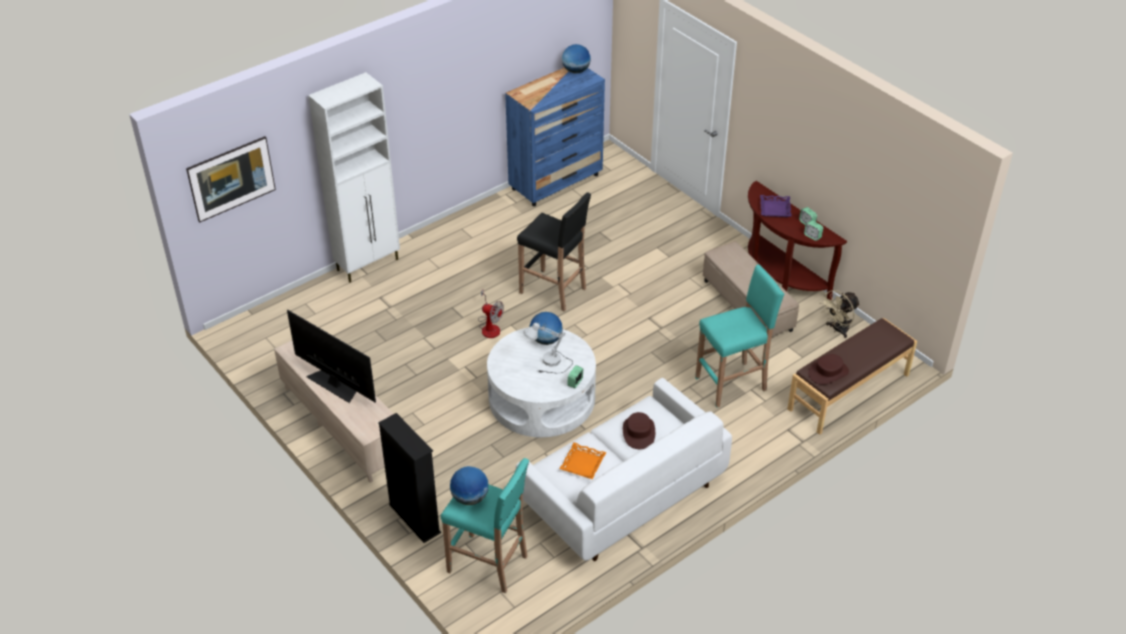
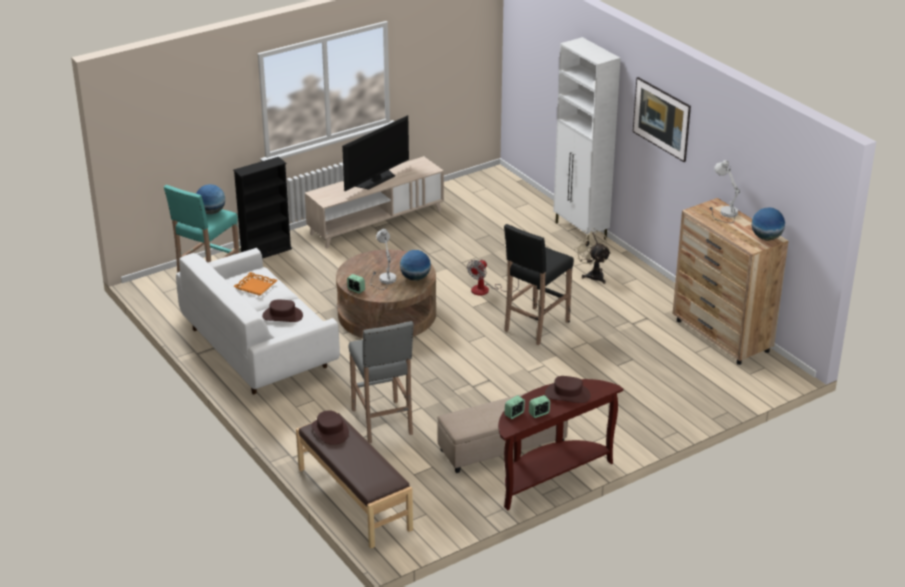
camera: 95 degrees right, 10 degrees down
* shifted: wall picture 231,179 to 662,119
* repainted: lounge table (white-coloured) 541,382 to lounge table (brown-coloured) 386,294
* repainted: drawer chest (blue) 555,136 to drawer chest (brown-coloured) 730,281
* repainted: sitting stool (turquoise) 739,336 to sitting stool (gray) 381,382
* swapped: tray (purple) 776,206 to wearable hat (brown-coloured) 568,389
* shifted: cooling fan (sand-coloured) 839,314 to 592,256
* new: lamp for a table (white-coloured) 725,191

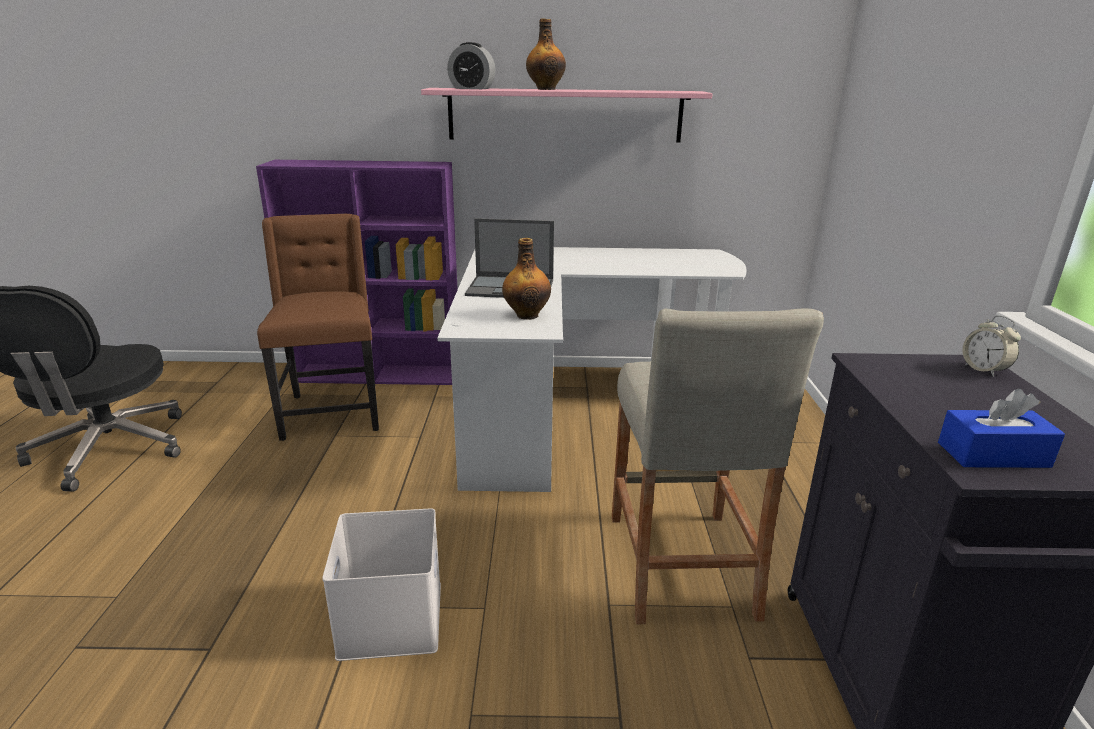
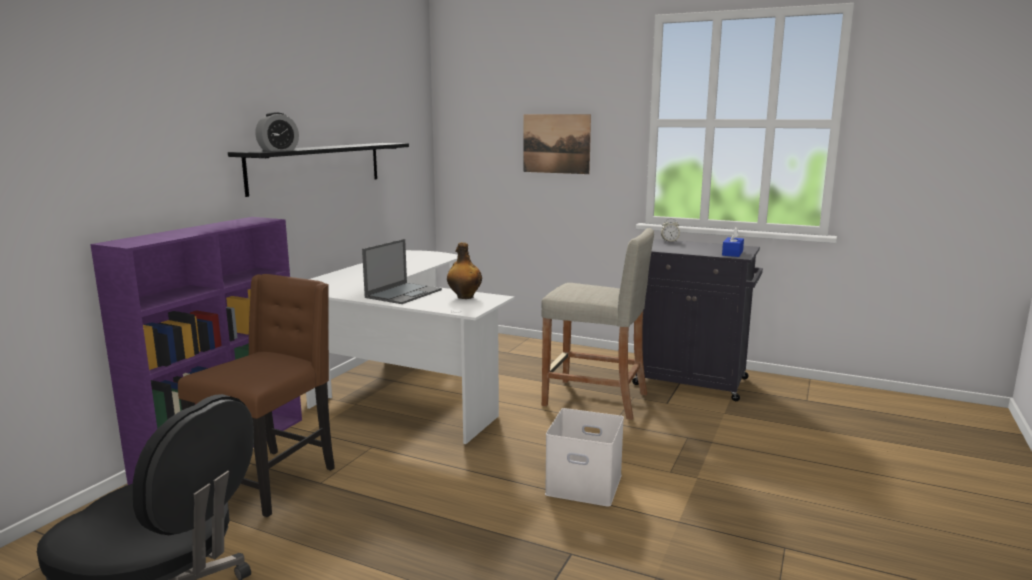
camera: 65 degrees left, 10 degrees down
* rotated: plain chair (brown-coloured) 318,327 = 256,395 105 degrees clockwise
* repainted: bracket shelf (pink) 566,115 to bracket shelf (black) 318,170
* gone: beverage bottle 546,54
* new: wall picture 557,144

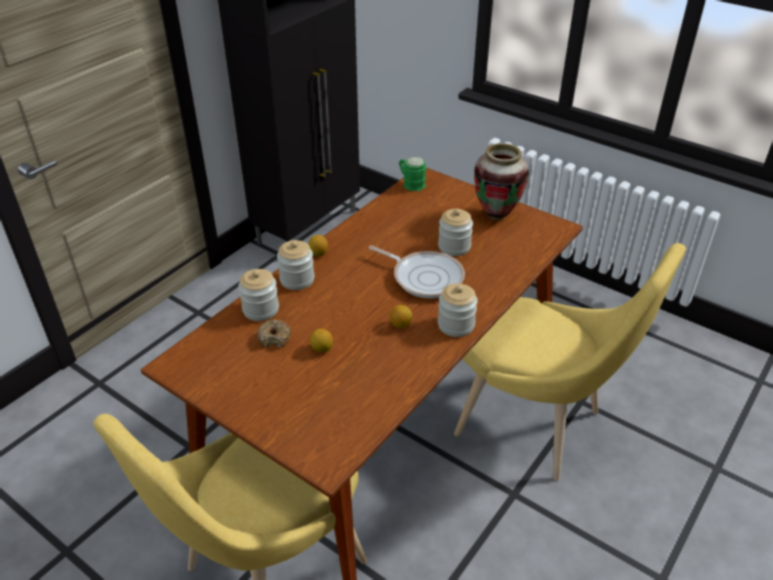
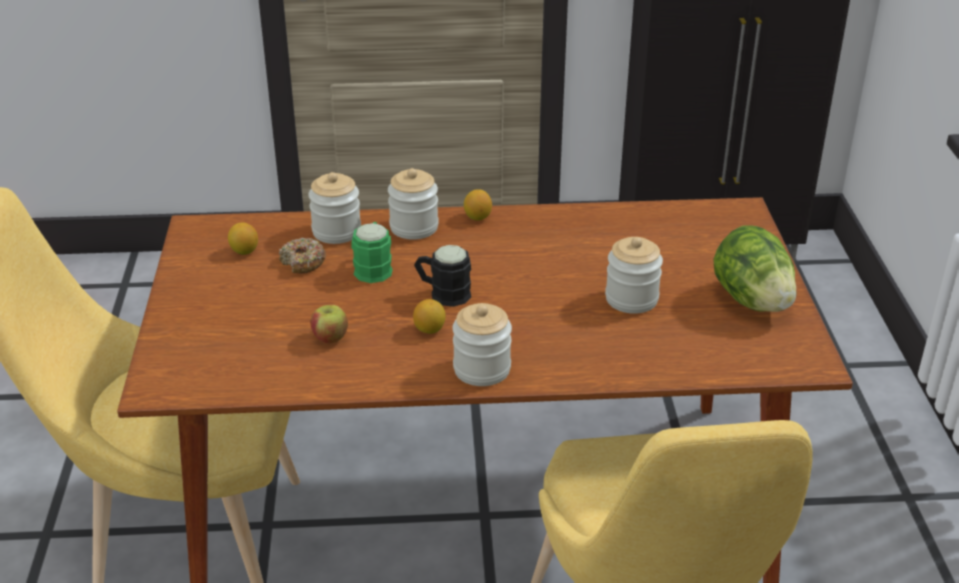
camera: 50 degrees right, 5 degrees down
* shifted: whole lemon 321,341 to 243,238
* gone: skillet 417,271
* shifted: tea mug (green) 412,174 to 372,252
* swapped: decorative vase 501,181 to lettuce head 755,268
* new: apple fruit 329,324
* new: tea mug (black) 442,276

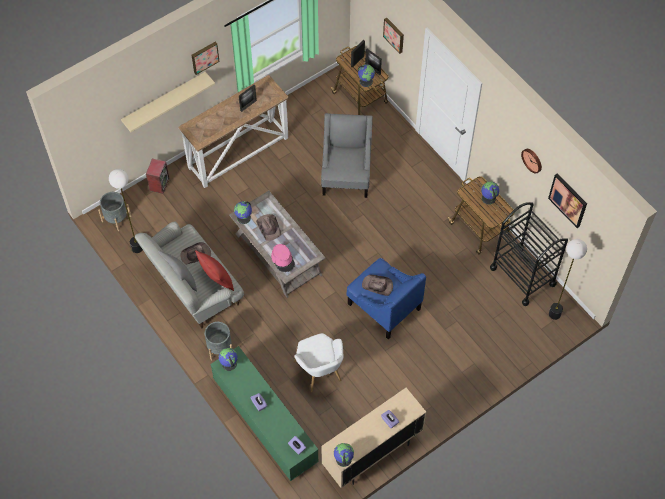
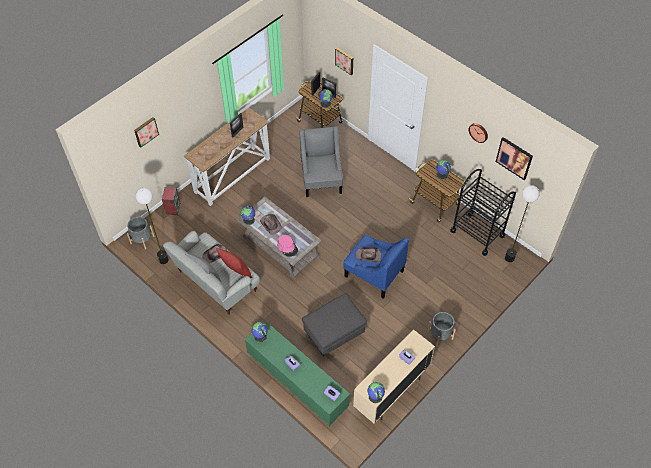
camera: 10 degrees left, 5 degrees down
* gone: bracket shelf (sand-coloured) 168,102
* shifted: wall picture 206,58 to 146,132
* shifted: planter (gray) 218,341 to 442,329
* swapped: easy chair (white-coloured) 318,362 to ottoman (gray) 334,324

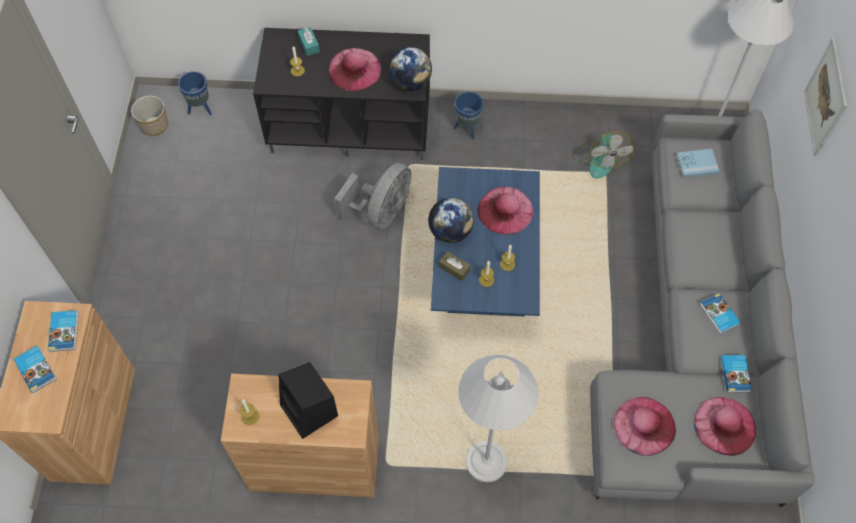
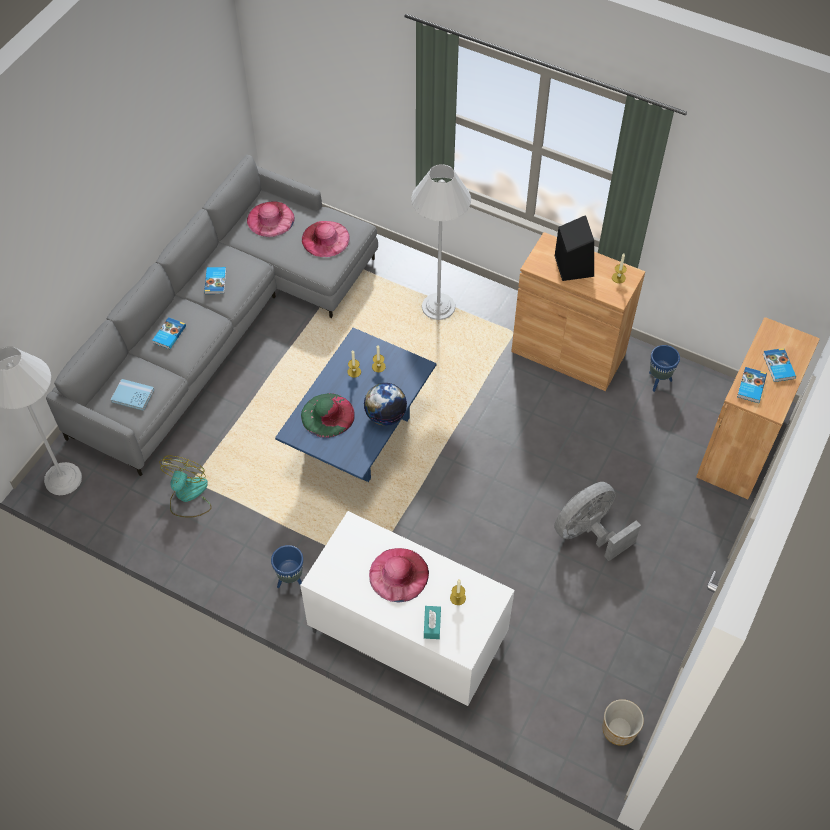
camera: 155 degrees left, 5 degrees down
* shifted: planter (blue) 195,93 to 664,368
* repainted: tv stand (black) 341,94 to tv stand (white-coloured) 407,610
* shifted: cooling fan (gray) 373,196 to 597,521
* gone: desk globe 410,69
* gone: box of tissues (brown-coloured) 454,266
* repainted: wearable hat (pink) 505,210 to wearable hat (green) 328,415
* shifted: bound book 736,374 to 169,333
* gone: wall picture 825,97

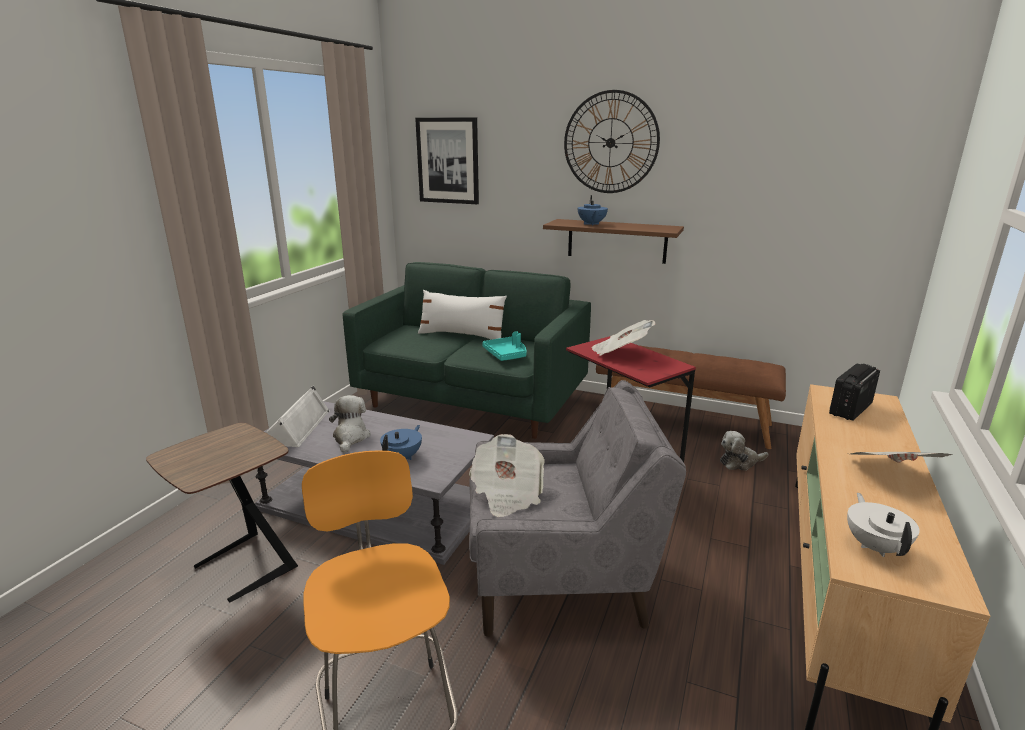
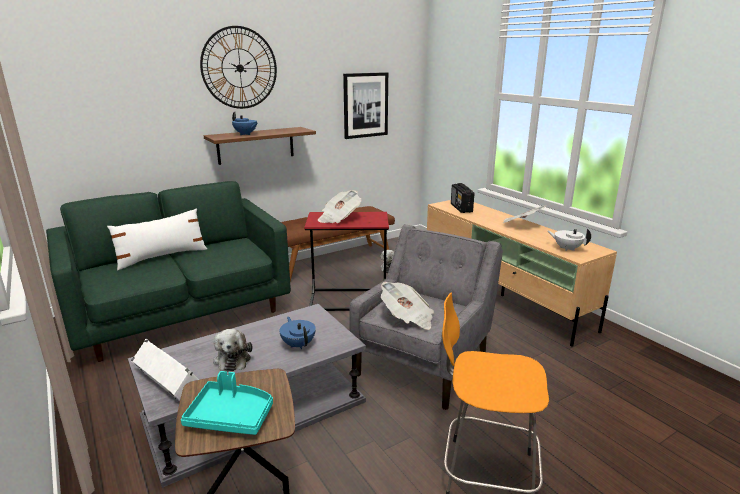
camera: 55 degrees left, 0 degrees up
* rotated: plush toy 350,424 = 232,350 135 degrees counterclockwise
* shifted: wall picture 447,160 to 365,105
* shifted: tray (turquoise) 504,346 to 227,403

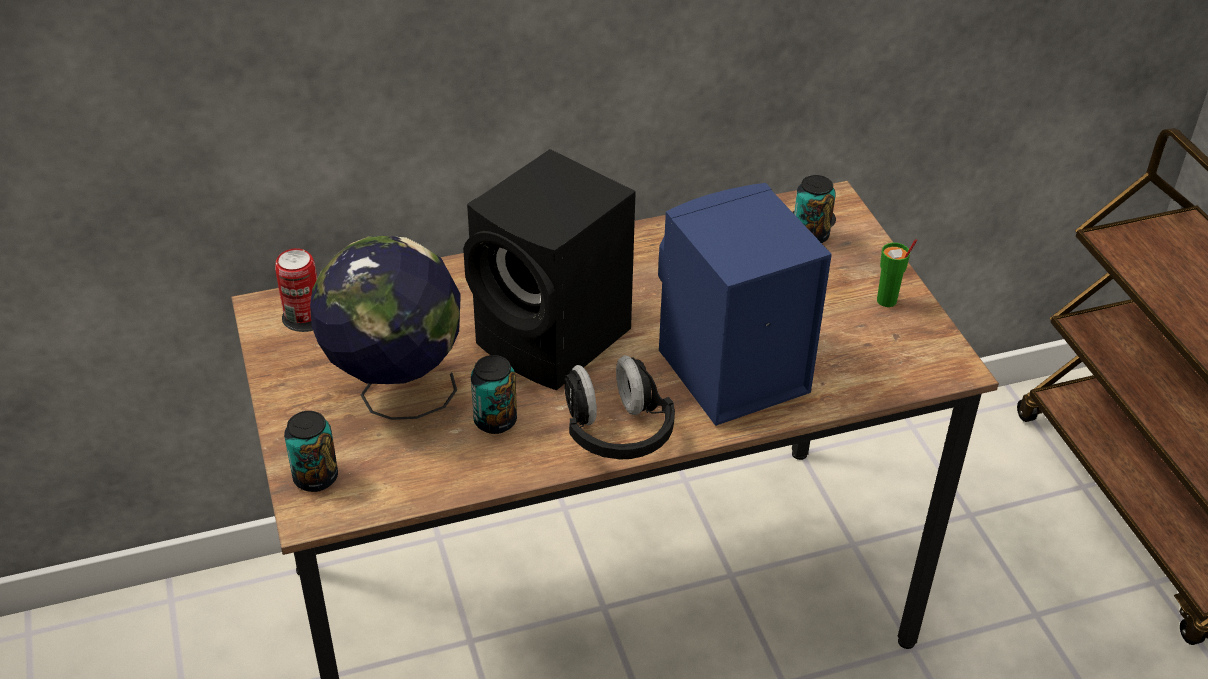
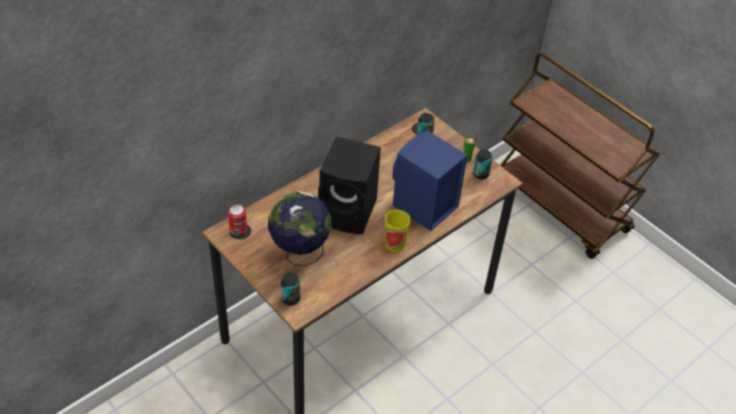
camera: 25 degrees left, 5 degrees up
* shifted: metal can 494,394 to 483,164
* swapped: pair of headphones (black) 619,407 to small cup 397,231

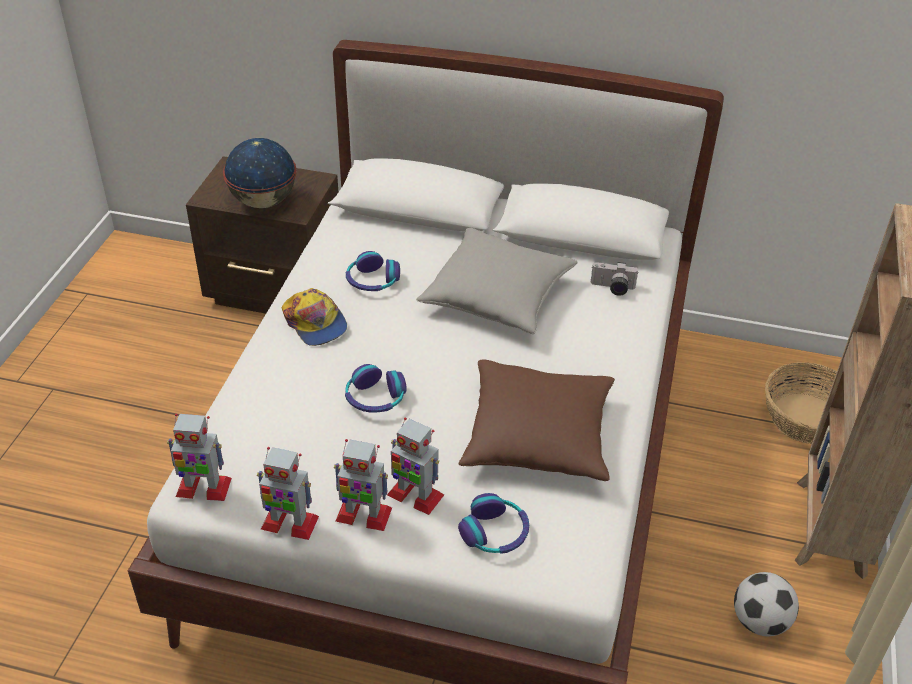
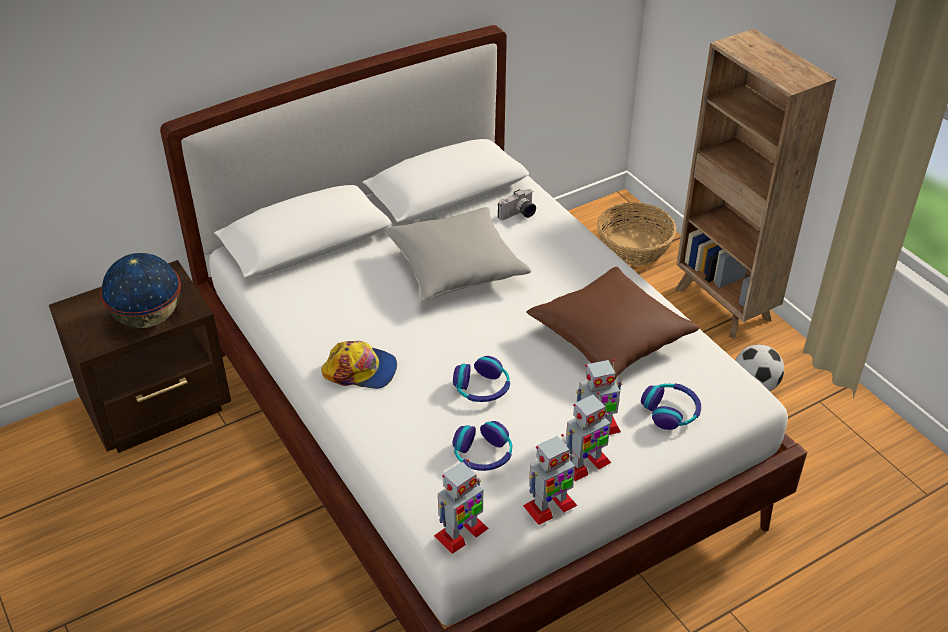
camera: 45 degrees left, 0 degrees up
* shifted: pair of headphones 373,271 to 482,446

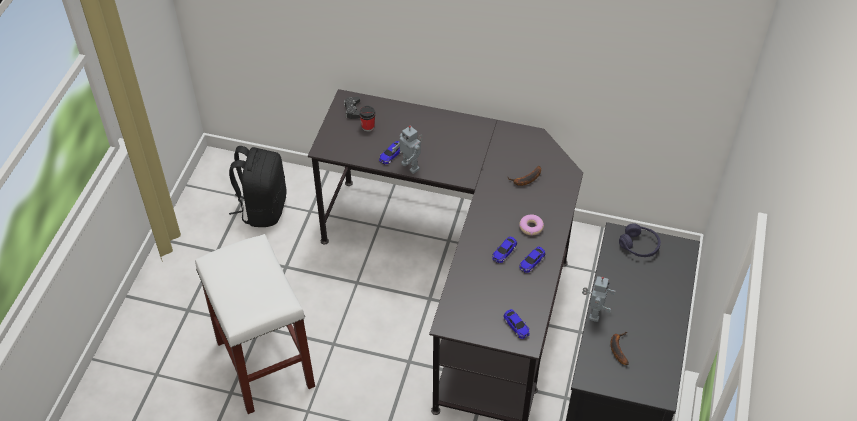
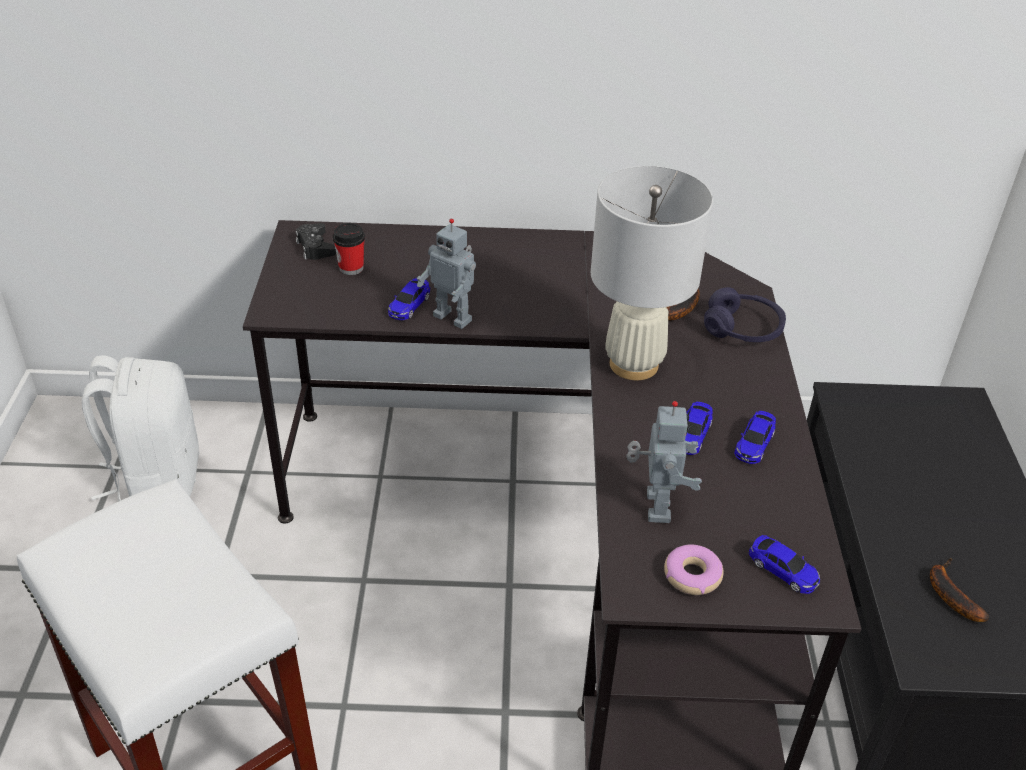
camera: 15 degrees left, 10 degrees down
* repainted: backpack (black) 257,186 to backpack (white-coloured) 140,428
* shifted: donut 531,224 to 693,570
* shifted: model robot 598,299 to 664,462
* shifted: pair of headphones (purple) 640,240 to 745,314
* new: lamp for a table (white-coloured) 652,273

